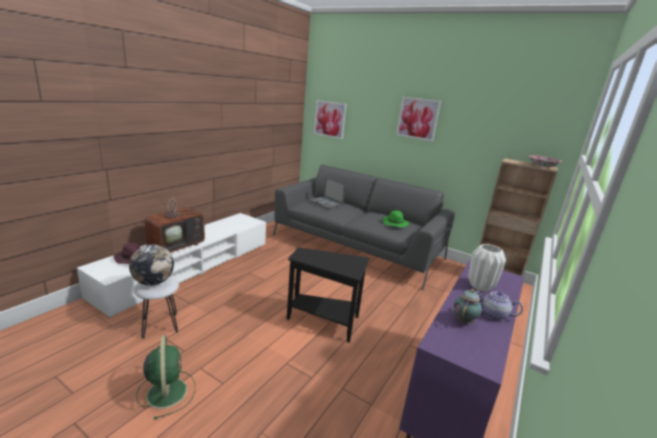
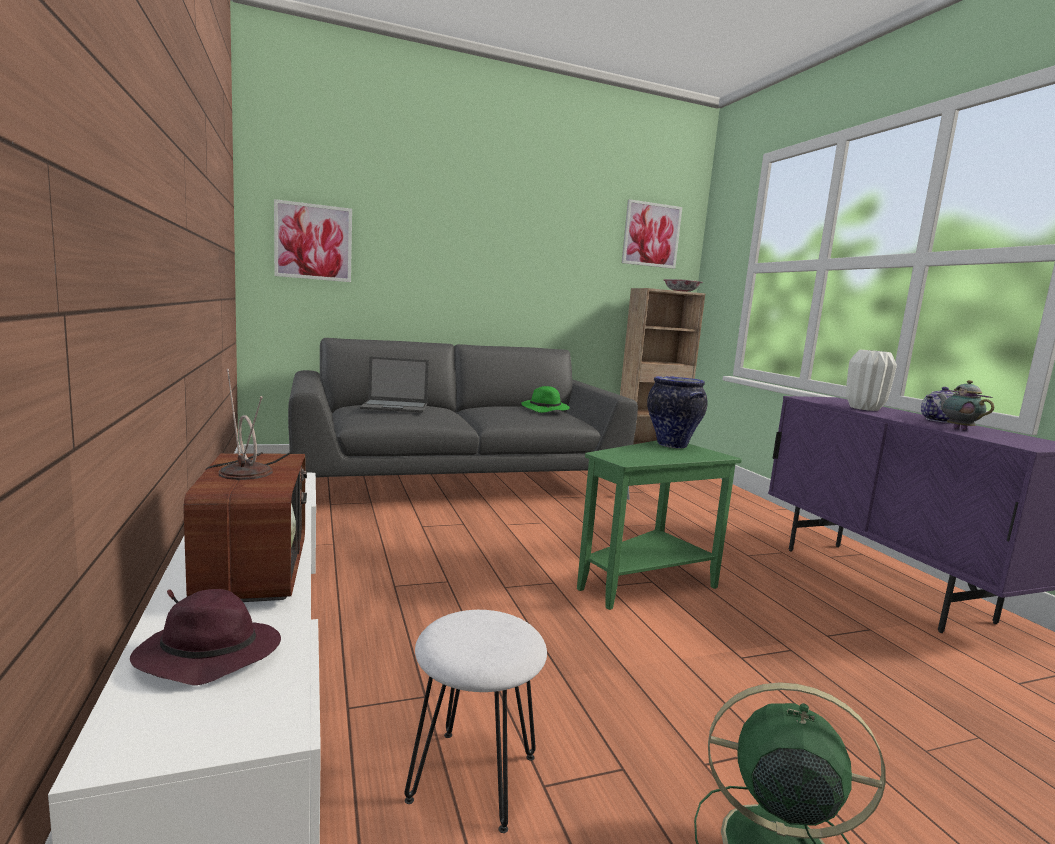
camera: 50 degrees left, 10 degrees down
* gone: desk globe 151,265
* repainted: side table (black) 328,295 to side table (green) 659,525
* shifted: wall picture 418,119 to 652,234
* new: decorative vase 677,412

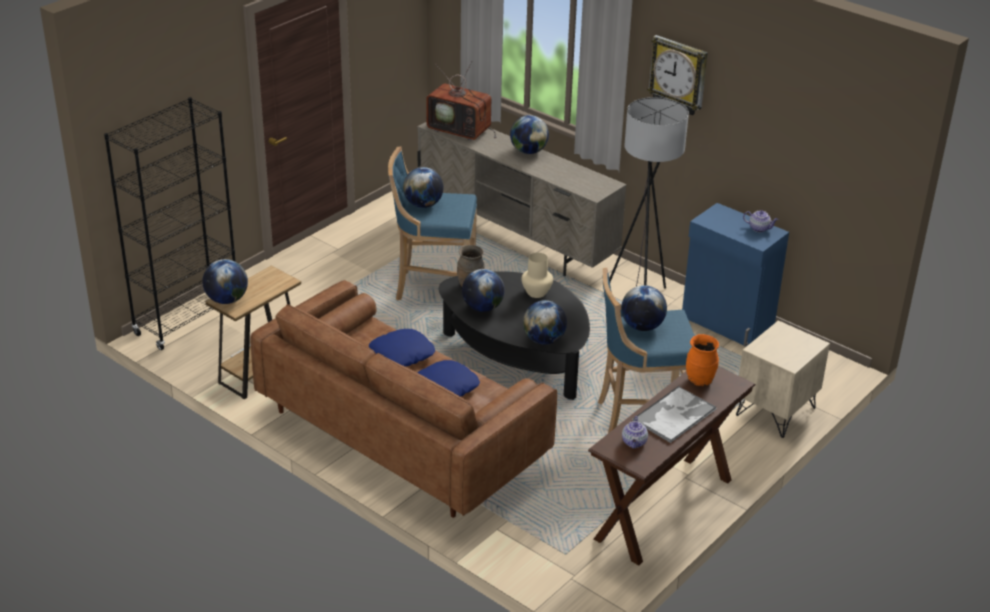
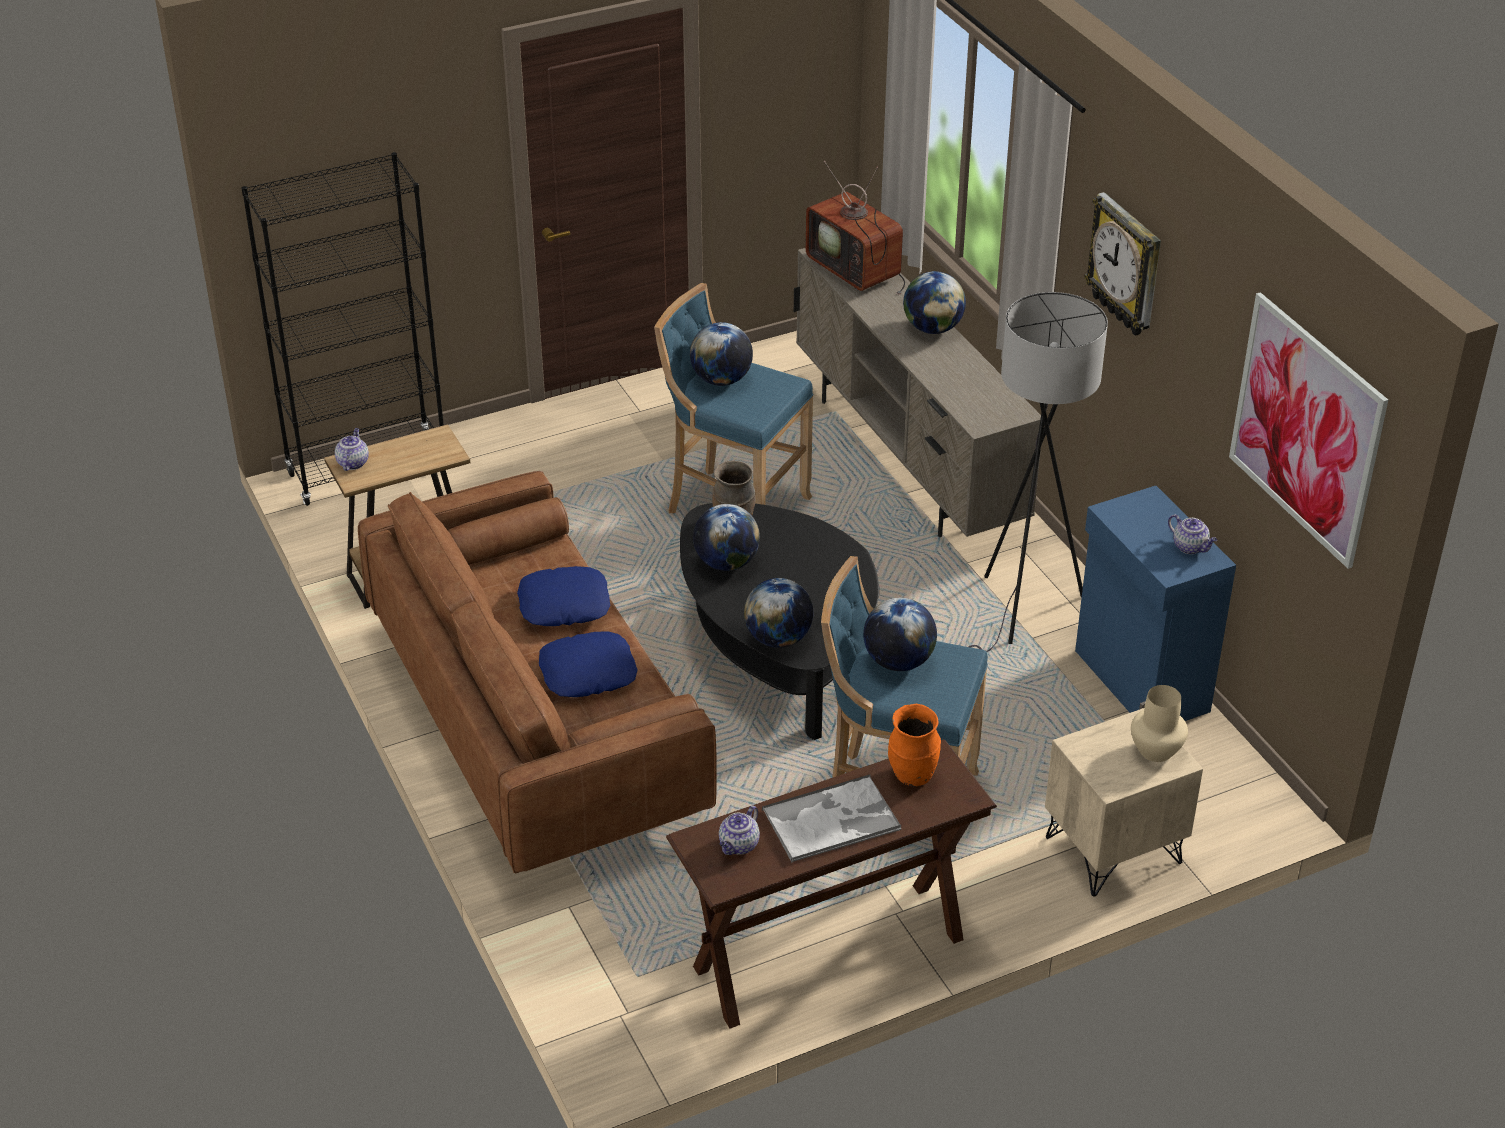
camera: 25 degrees right, 5 degrees up
* swapped: desk globe 225,281 to pot for tea 352,449
* shifted: decorative vase (sand-coloured) 537,275 to 1159,723
* new: wall picture 1308,430

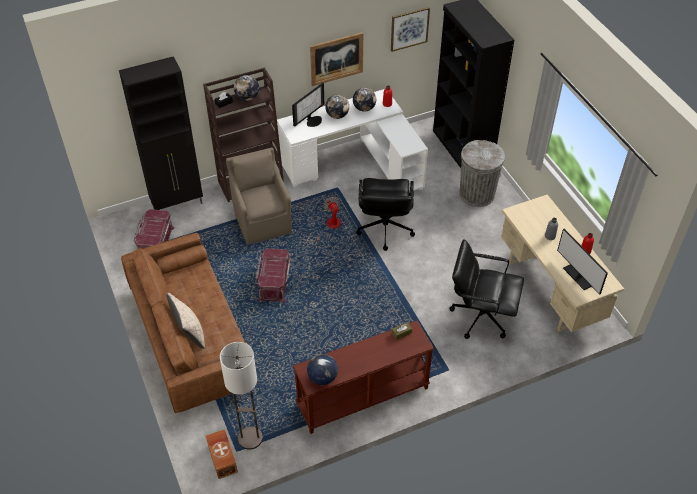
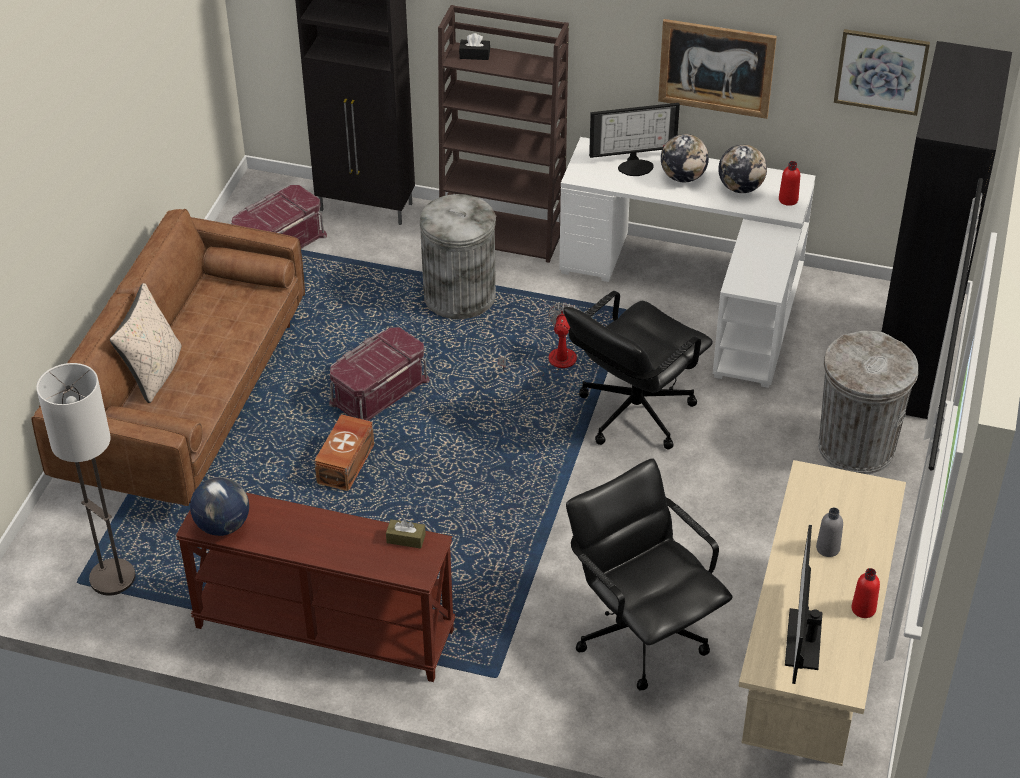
camera: 40 degrees right, 5 degrees down
* shifted: storage box (brown-coloured) 222,454 to 344,452
* swapped: easy chair (brown-coloured) 259,196 to trash can (gray) 458,256
* gone: desk globe 246,88

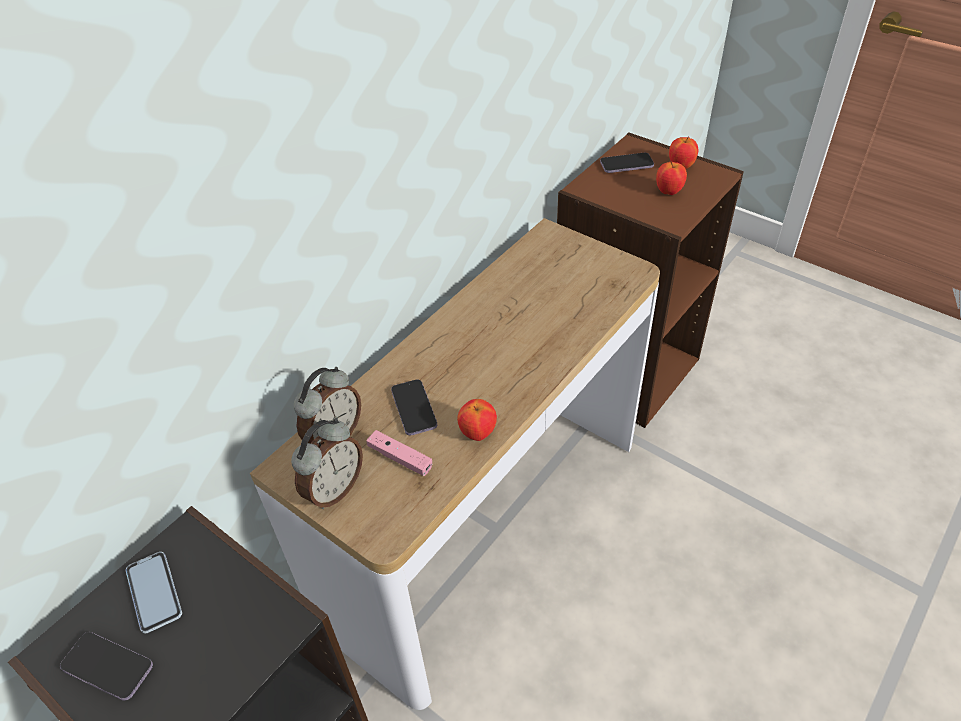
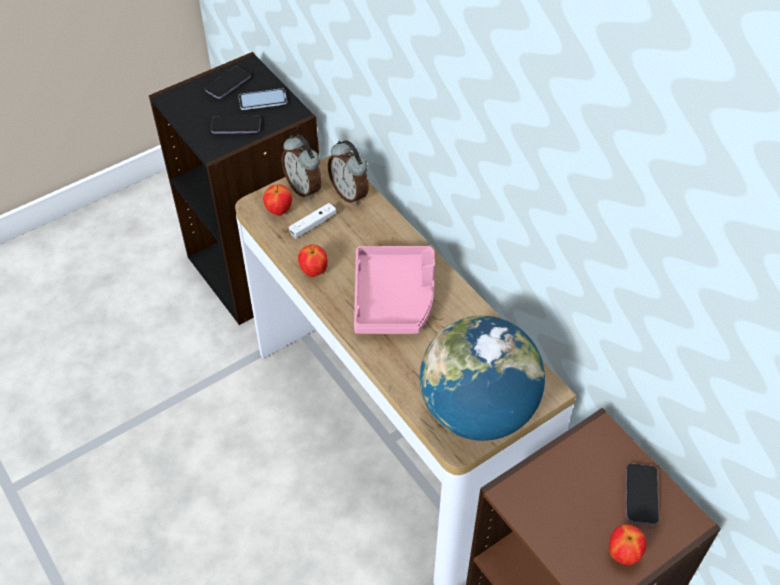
camera: 105 degrees right, 5 degrees up
* repainted: gamepad (pink) 399,453 to gamepad (white-coloured) 313,221
* shifted: phone 414,407 to 236,125
* shifted: apple fruit 671,178 to 277,200
* new: tray (pink) 394,290
* new: desk globe 482,378

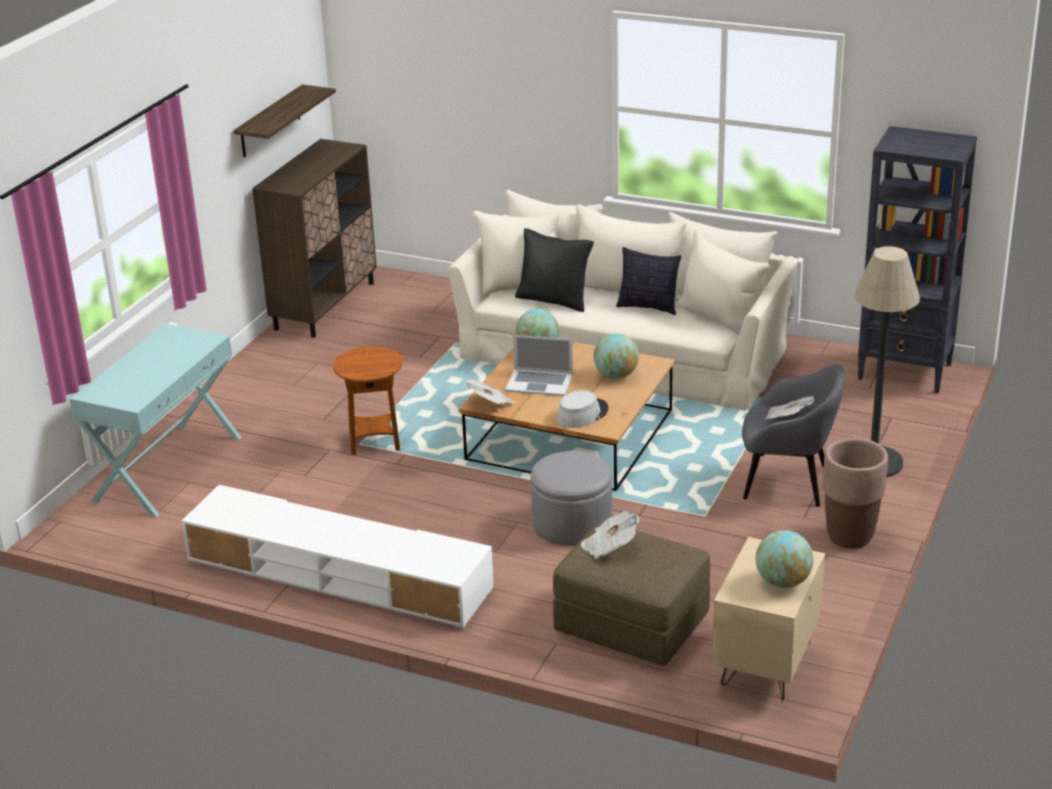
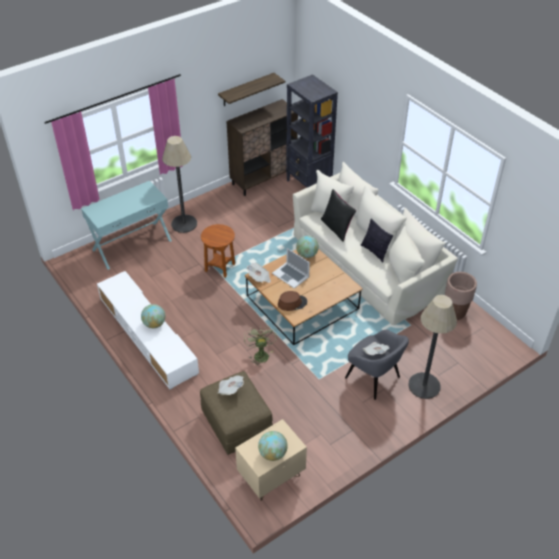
camera: 30 degrees right, 15 degrees up
* swapped: ottoman (gray) 571,498 to cooling fan (green) 260,345
* repainted: wearable hat (gray) 583,409 to wearable hat (brown-coloured) 292,301
* shifted: desk globe 616,356 to 153,316
* shifted: planter (brown-coloured) 855,493 to 461,296
* shifted: bookshelf (black) 917,259 to 312,131
* new: standard lamp 179,184

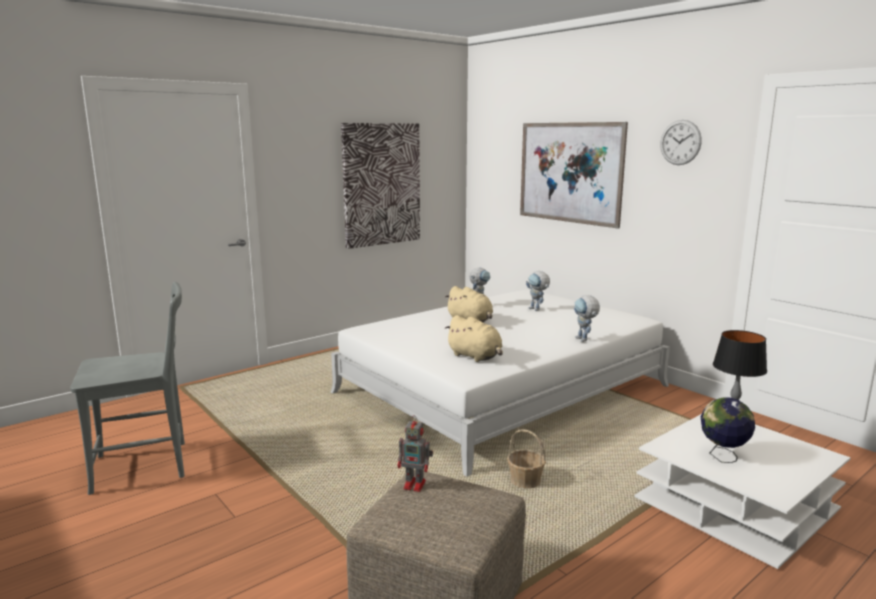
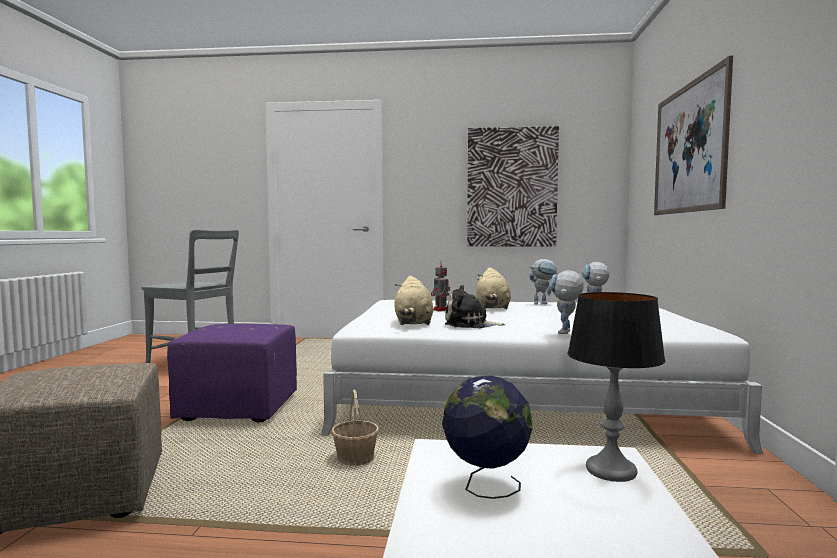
camera: 45 degrees right, 10 degrees down
* shifted: model robot 415,453 to 440,286
* gone: clock on the wall 681,142
* new: ottoman (purple) 232,373
* new: plush toy 475,306

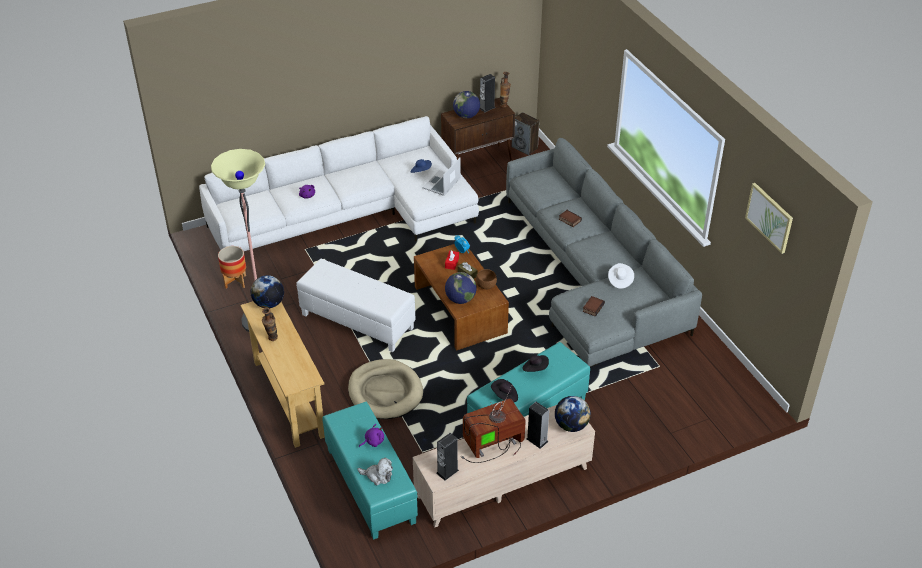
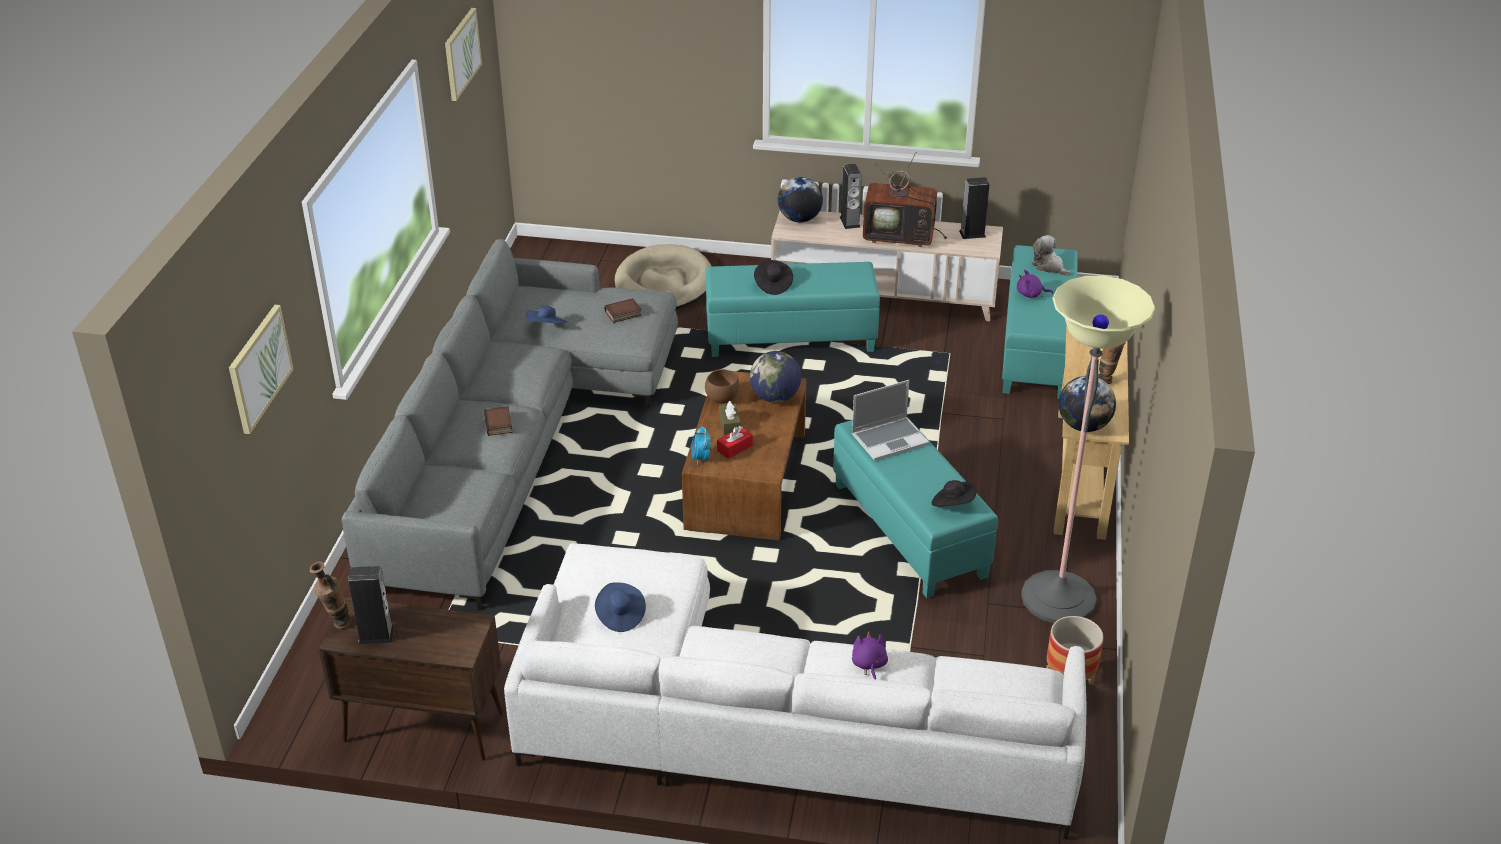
camera: 145 degrees left, 5 degrees down
* repainted: ottoman (white-coloured) 356,305 to ottoman (turquoise) 915,507
* shifted: pet bed (sand-coloured) 385,389 to 663,277
* shifted: laptop 442,177 to 890,420
* gone: desk globe 466,105
* shifted: wearable hat (black) 504,390 to 954,493
* gone: speaker 525,133
* repainted: wearable hat (white-coloured) 621,276 to wearable hat (blue) 546,314
* new: wall picture 261,369

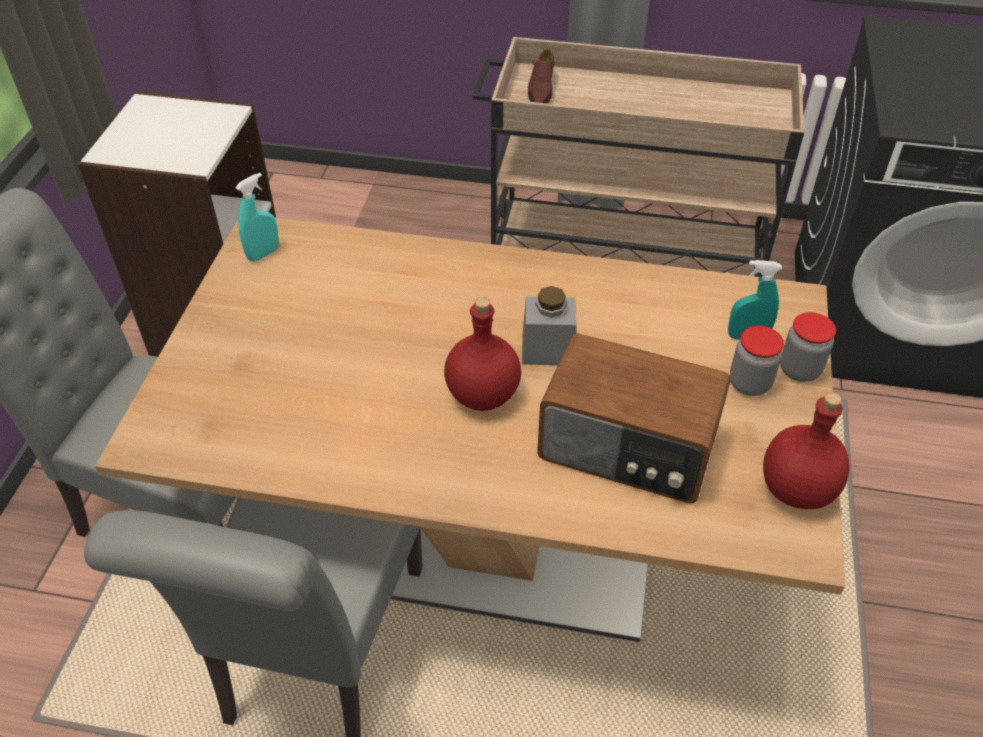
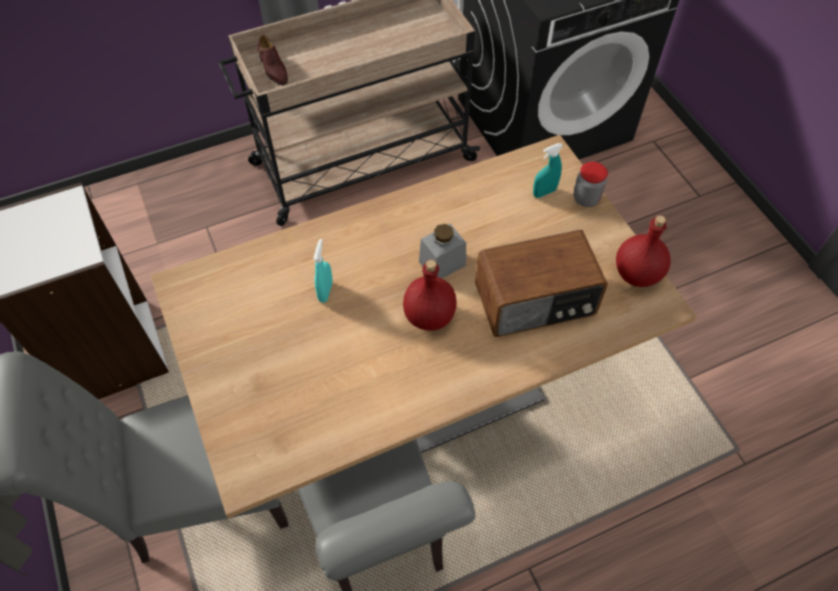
camera: 35 degrees left, 10 degrees up
* shifted: hand sprayer (turquoise) 257,217 to 323,271
* gone: preserve jar 757,361

